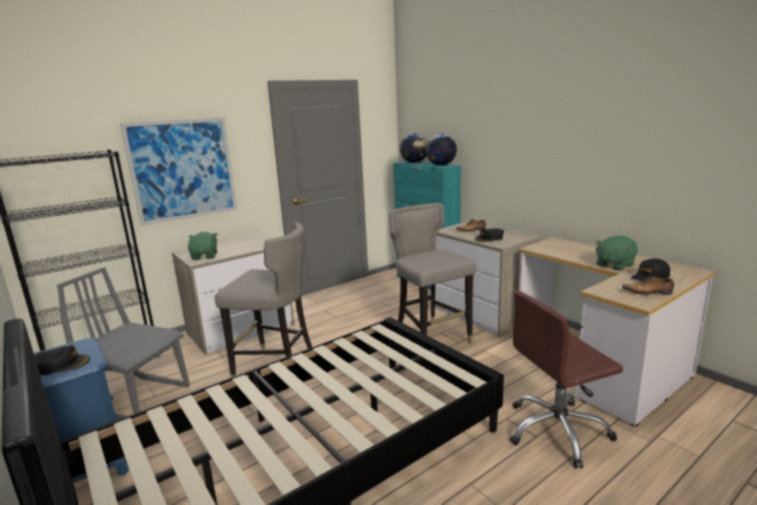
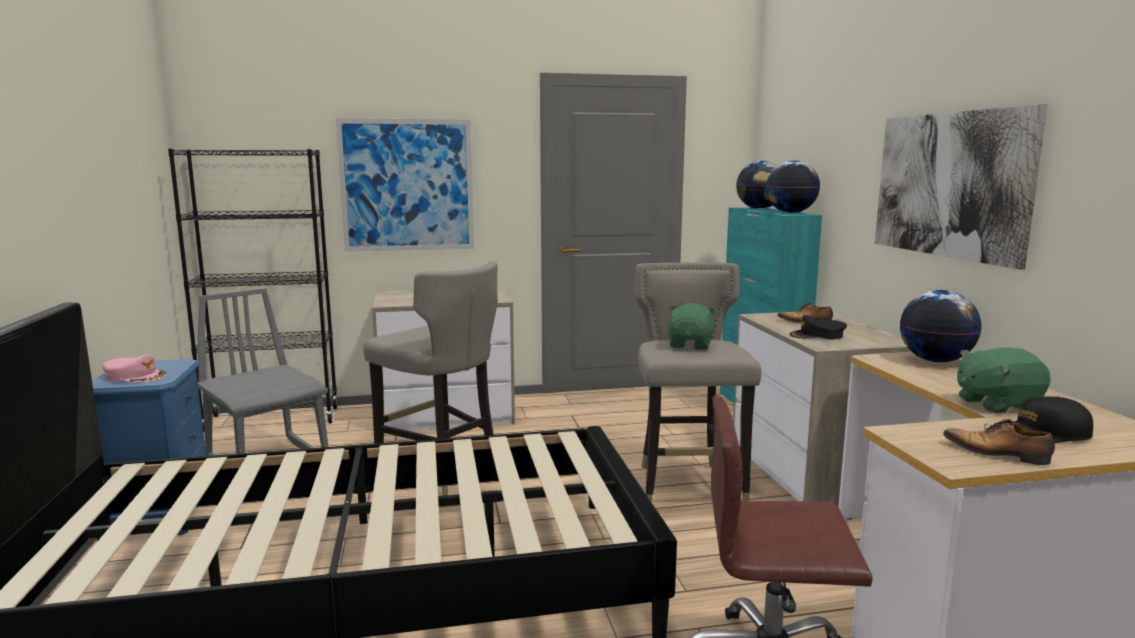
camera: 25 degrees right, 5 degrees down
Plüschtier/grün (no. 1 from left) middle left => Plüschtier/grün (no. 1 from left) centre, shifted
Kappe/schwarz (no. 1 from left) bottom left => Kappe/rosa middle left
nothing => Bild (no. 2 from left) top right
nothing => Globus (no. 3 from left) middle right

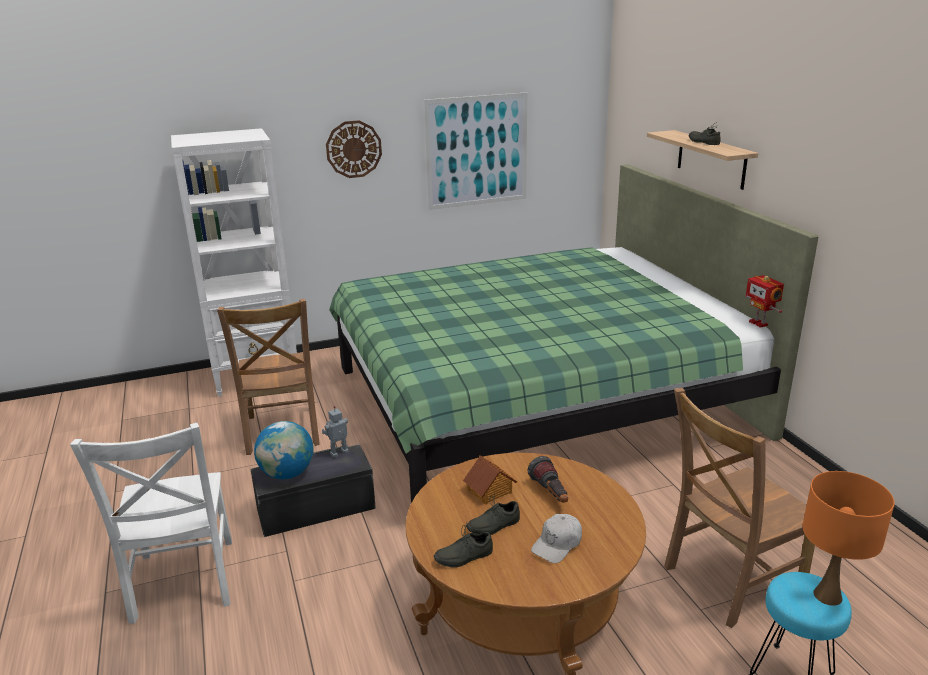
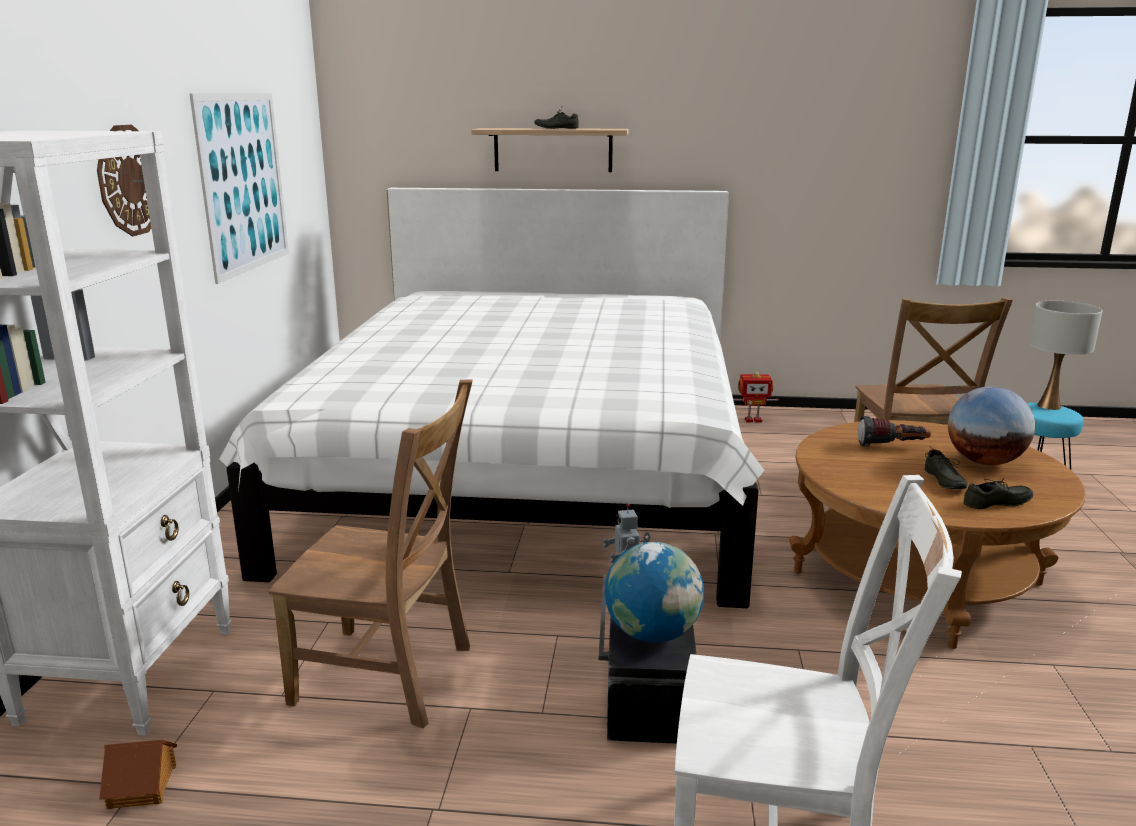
camera: 65 degrees left, 5 degrees down
Bett/grün centre => Bett/weiß centre
Spielzeugroboter (no. 2 from left) middle right => Spielzeugroboter (no. 2 from left) centre, shifted
Spielzeughaus bottom centre => Spielzeughaus bottom left, shifted
Tischlampe/orange bottom right => Tischlampe/weiß middle right
Kappe/weiß bottom centre => Globus (no. 2 from left) middle right
Schuh/grau (no. 1 from left in the first image) bottom centre => Schuh/grau (no. 3 from left) middle right, 105 degrees counterclockwise

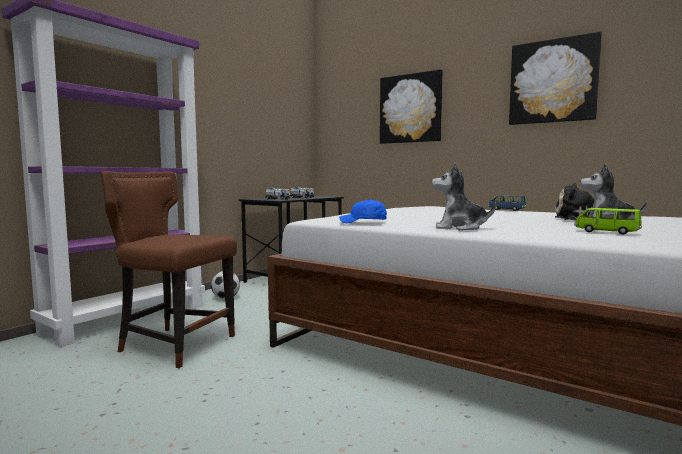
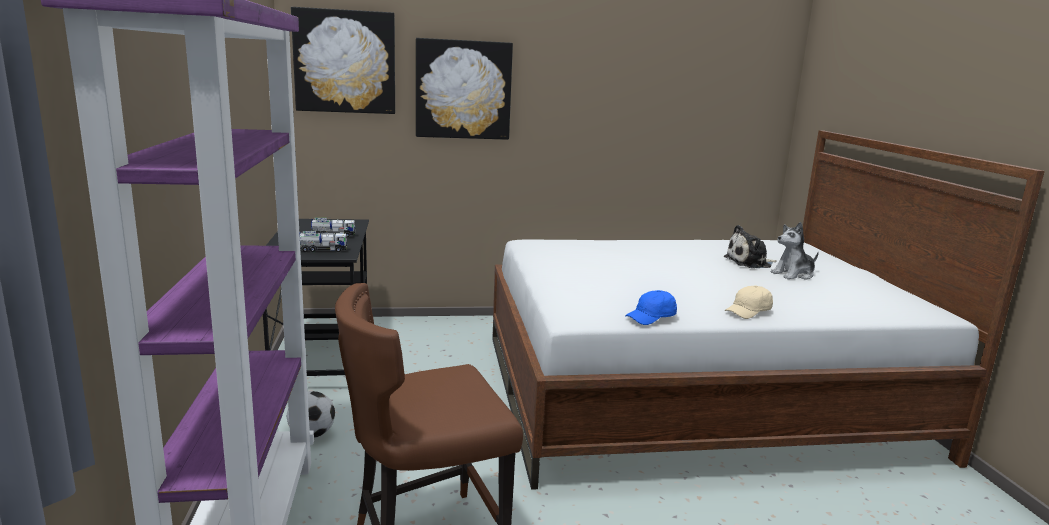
camera: 45 degrees left, 10 degrees up
Bild (no. 2 from left in the first image) top right => Bild (no. 1 from left) top left, shifted
Plüschtier (no. 1 from left) middle right => Kappe/beige middle right
Spielzeugauto/blau middle right => nothing
Spielzeugauto/grün middle right => nothing

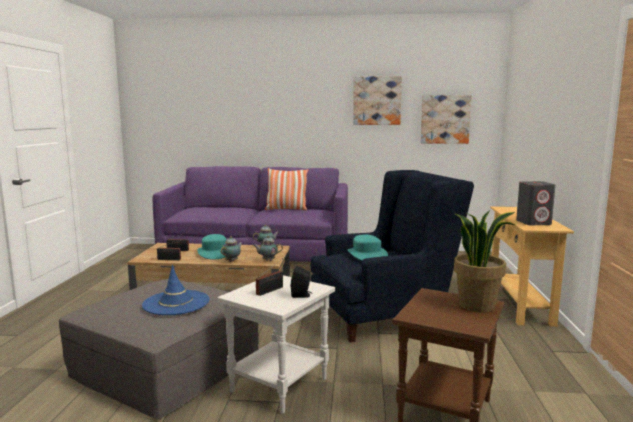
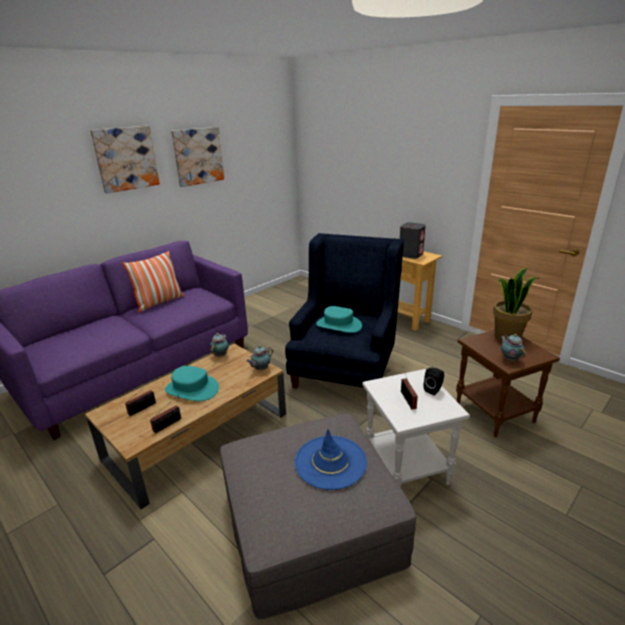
camera: 50 degrees left, 15 degrees up
Bild (no. 2 from left in the first image) top right => Bild (no. 1 from left) top left, shifted
Teekanne (no. 1 from left in the first image) centre => Teekanne (no. 3 from left) middle right, shifted

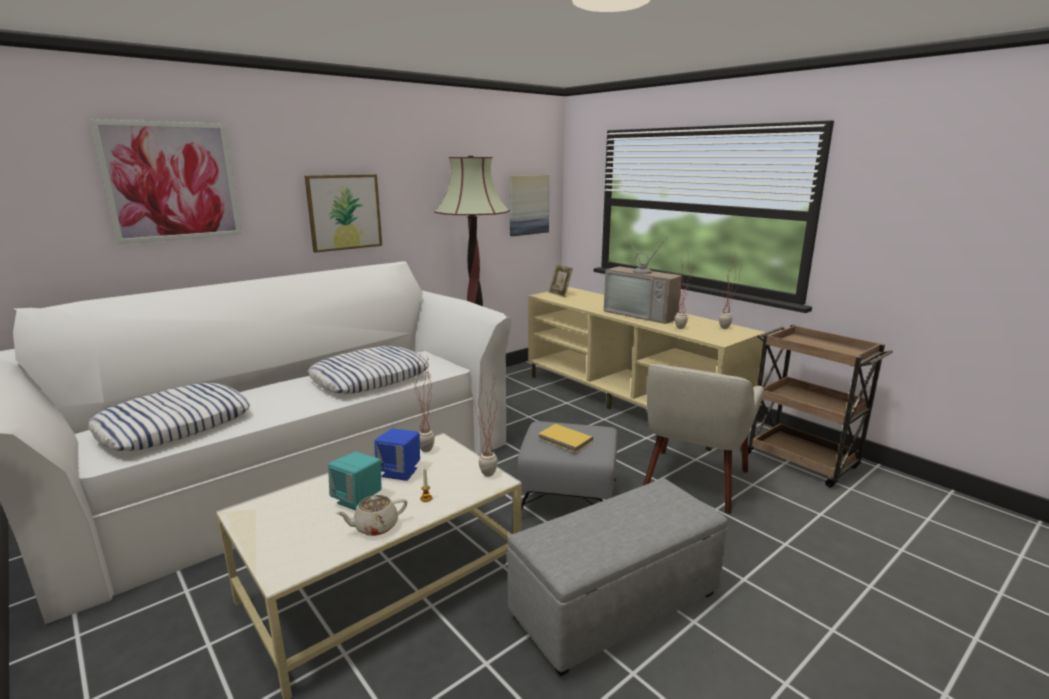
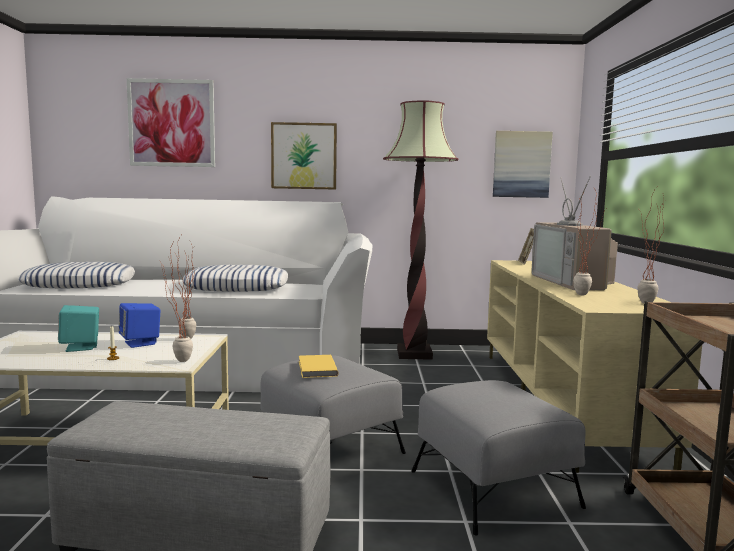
camera: 40 degrees right, 10 degrees down
Sessel/beige middle right => Polsterhocker/grau (no. 3 from left) bottom right
Teekanne/beige bottom centre => nothing

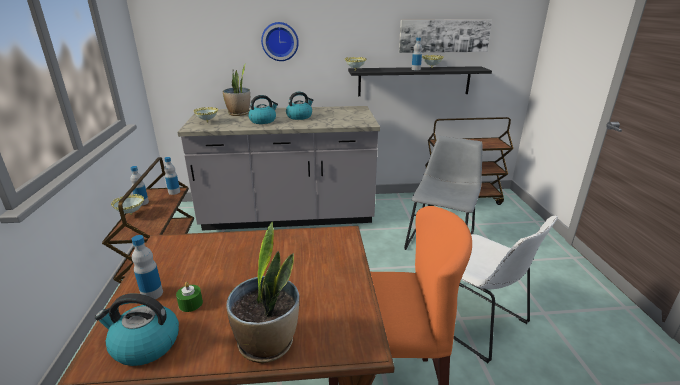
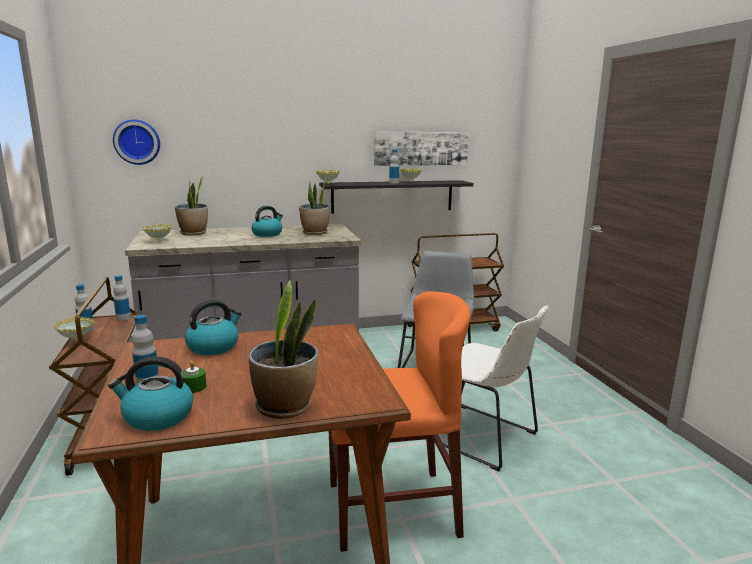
camera: 10 degrees left, 10 degrees down
Wanduhr top centre => Wanduhr top left, shifted
Wasserkessel (no. 2 from left) top centre => Wasserkessel (no. 2 from left) middle left, shifted
nothing => Topfpflanze (no. 3 from left) centre

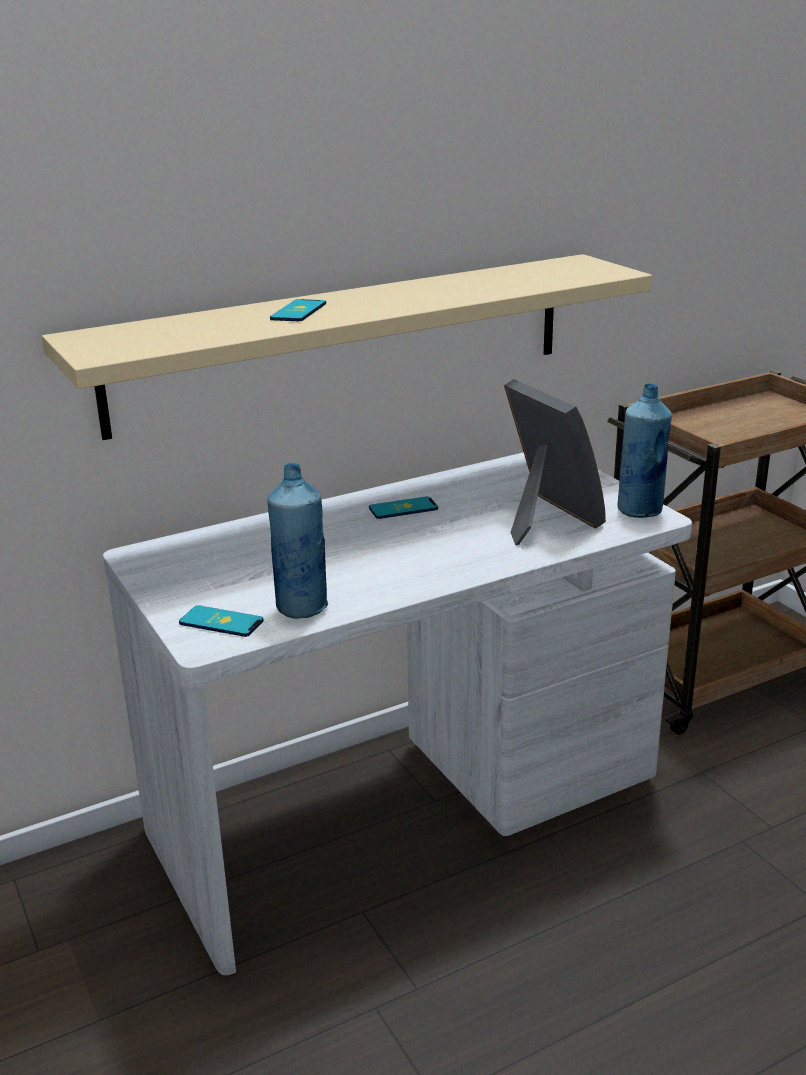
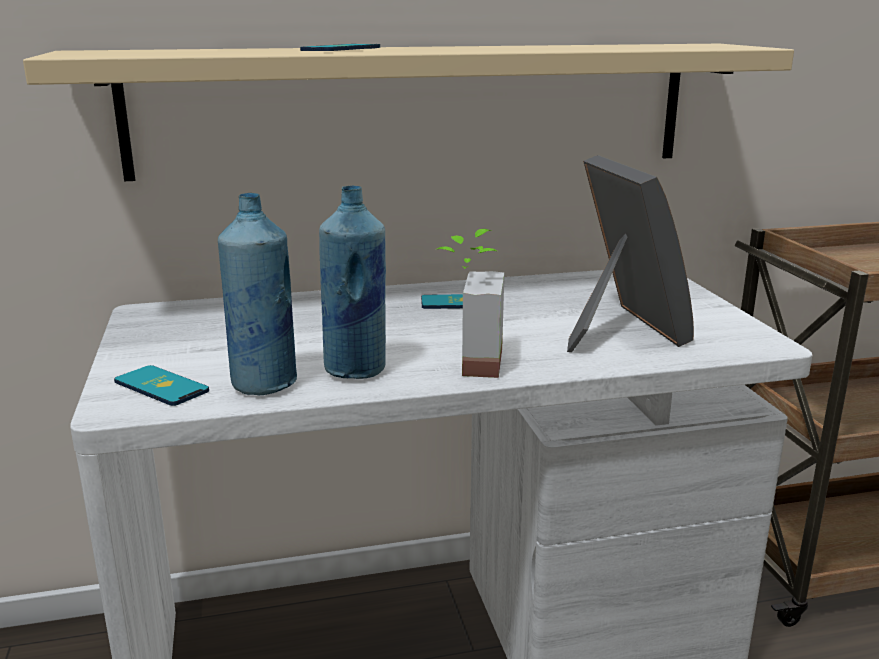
camera: 15 degrees right, 5 degrees down
Flasche/blau (no. 2 from left) middle right => Flasche/blau (no. 2 from left) centre, shifted
nothing => Topfpflanze centre

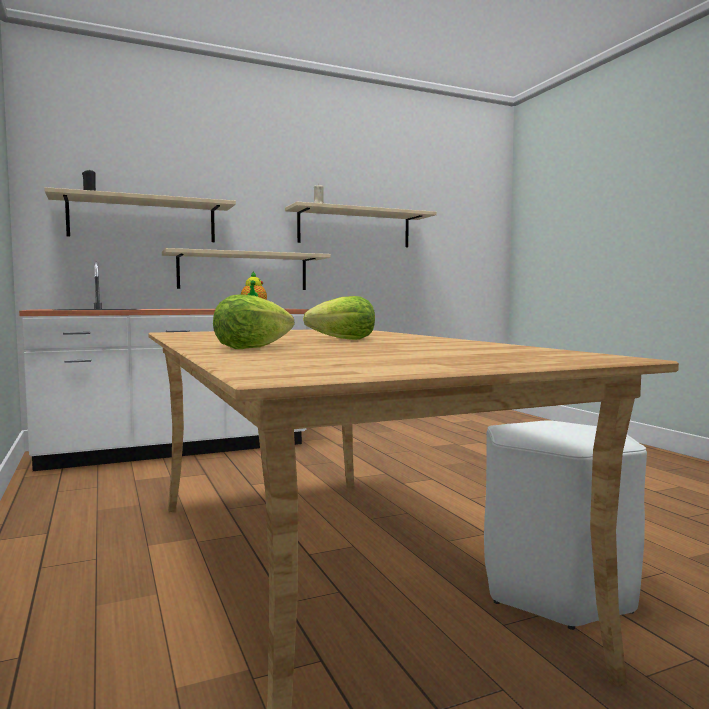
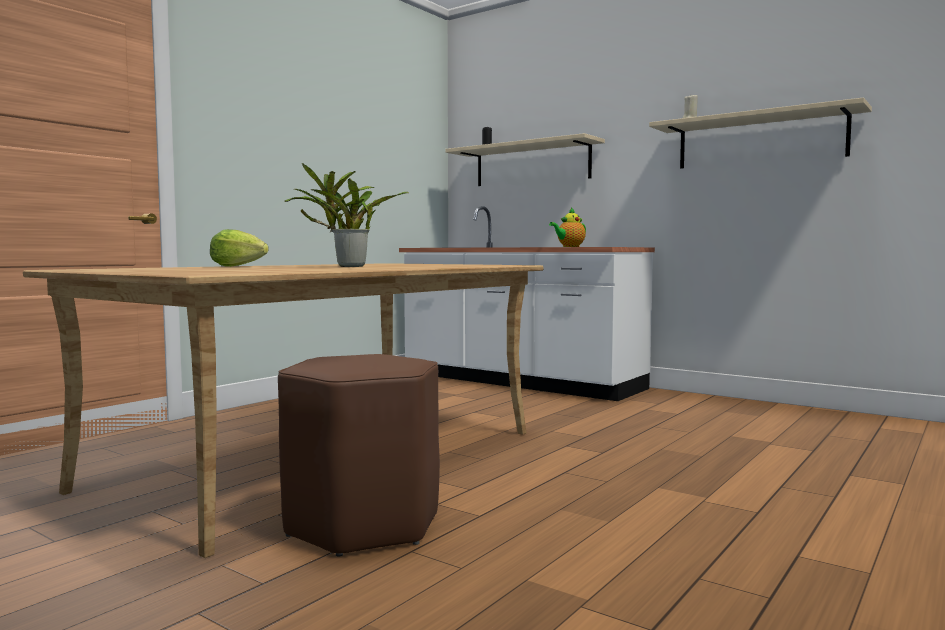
camera: 60 degrees right, 0 degrees up
Wandregal/beige (no. 2 from left) centre => nothing
Salatkopf (no. 2 from left) centre => Topfpflanze centre
Hocker/weiß bottom right => Hocker/braun bottom centre

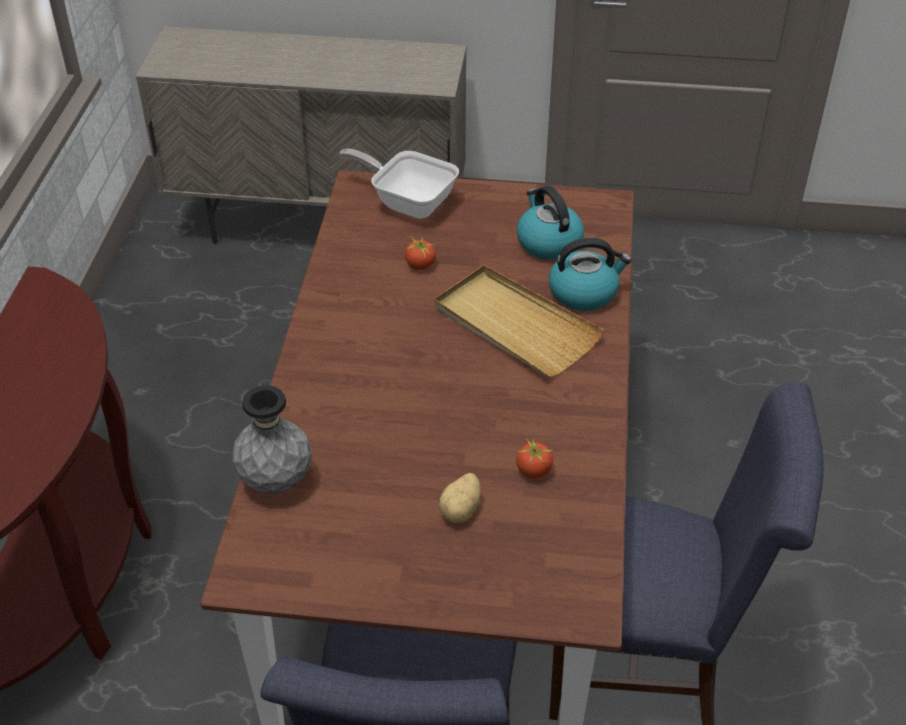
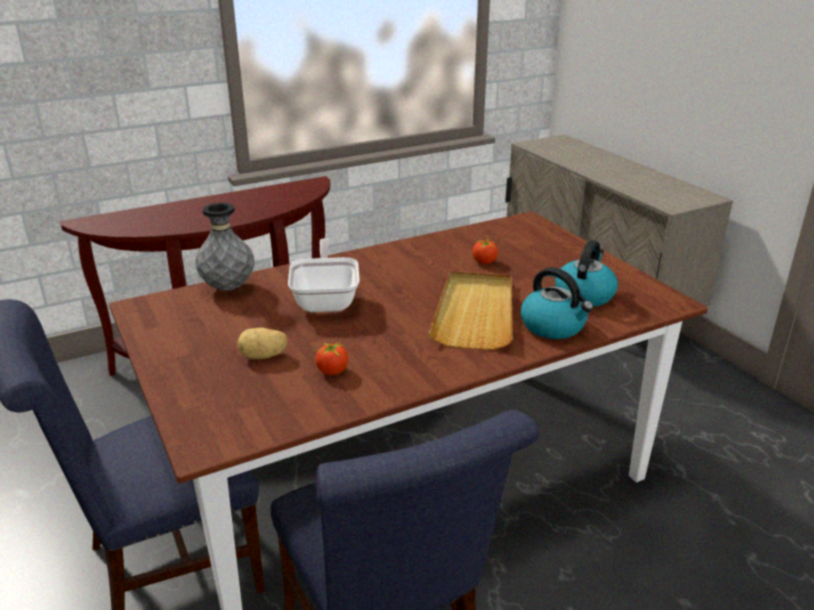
camera: 55 degrees right, 15 degrees down
Pfanne top centre => Pfanne centre, shifted

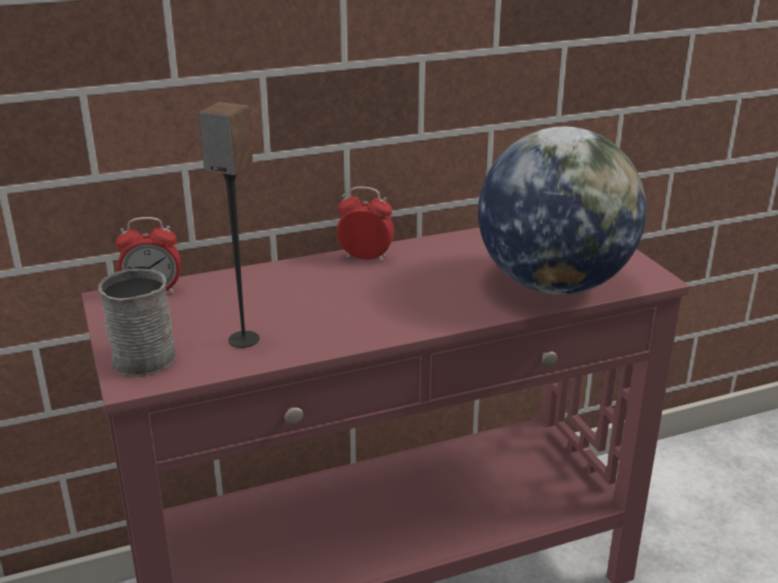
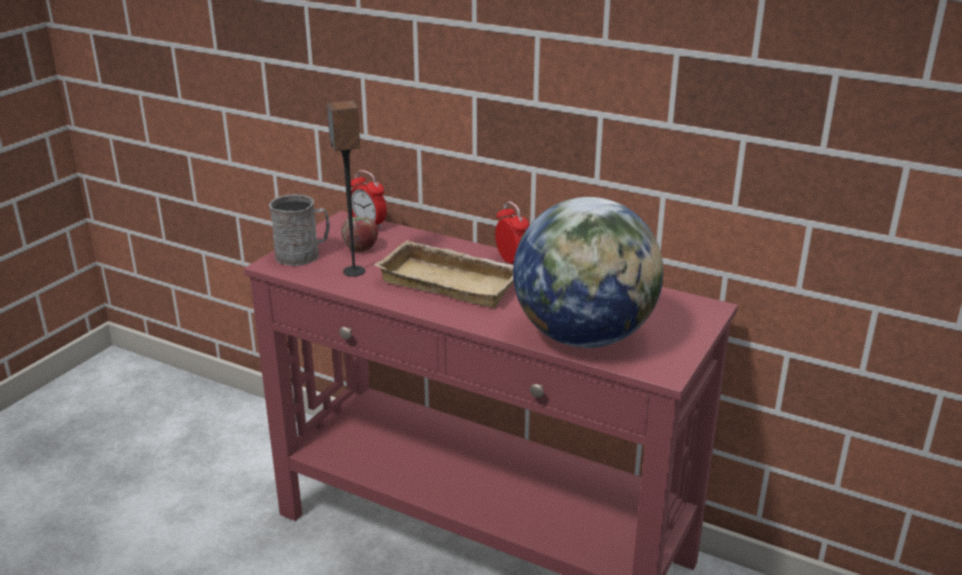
camera: 50 degrees right, 0 degrees up
nothing => Apfel centre
nothing => Tablett/beige centre

